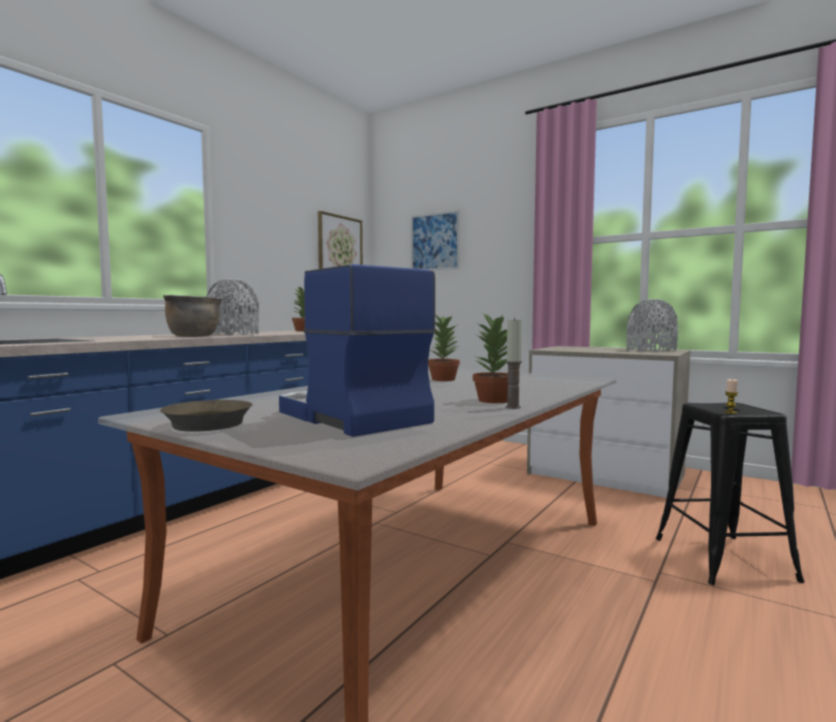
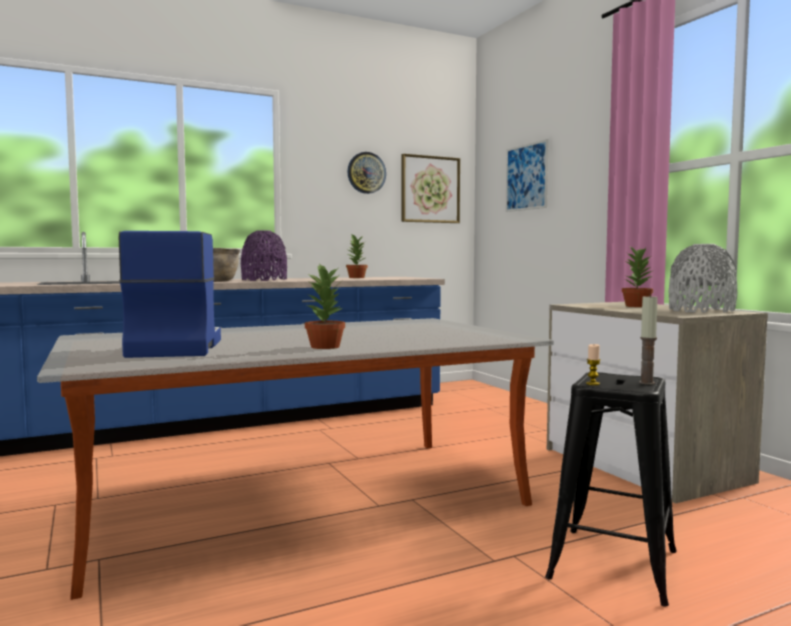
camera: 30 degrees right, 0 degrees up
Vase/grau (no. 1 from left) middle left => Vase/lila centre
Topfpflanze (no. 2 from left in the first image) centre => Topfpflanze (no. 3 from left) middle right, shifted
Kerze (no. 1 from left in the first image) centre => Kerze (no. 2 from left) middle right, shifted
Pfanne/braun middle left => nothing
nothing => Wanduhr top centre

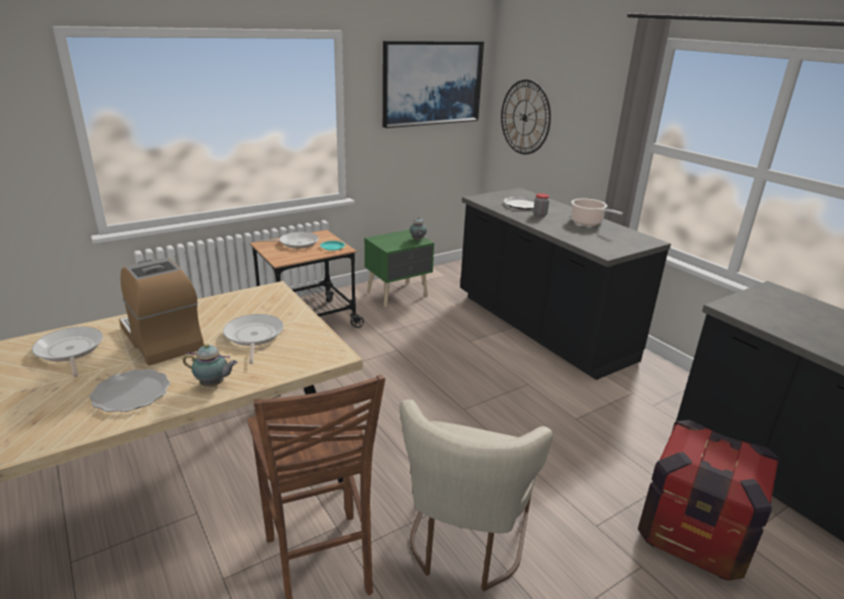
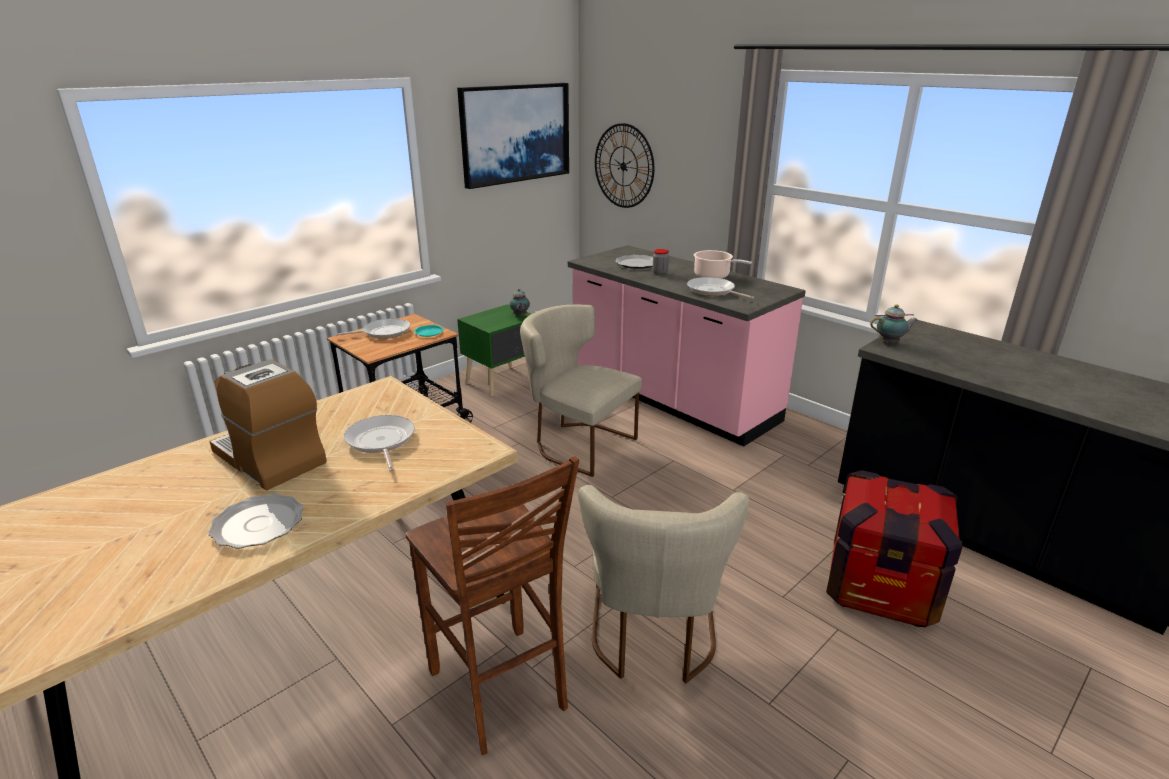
camera: 10 degrees left, 0 degrees up
Küchenzeile/schwarz (no. 1 from left) middle right => Küchenzeile/rosa centre
Pfanne (no. 1 from left in the first image) middle left => Pfanne (no. 3 from left) centre, shifted
Teekanne (no. 1 from left in the first image) middle left => Teekanne (no. 2 from left) middle right, shifted
nothing => Stuhl/beige (no. 1 from left) centre

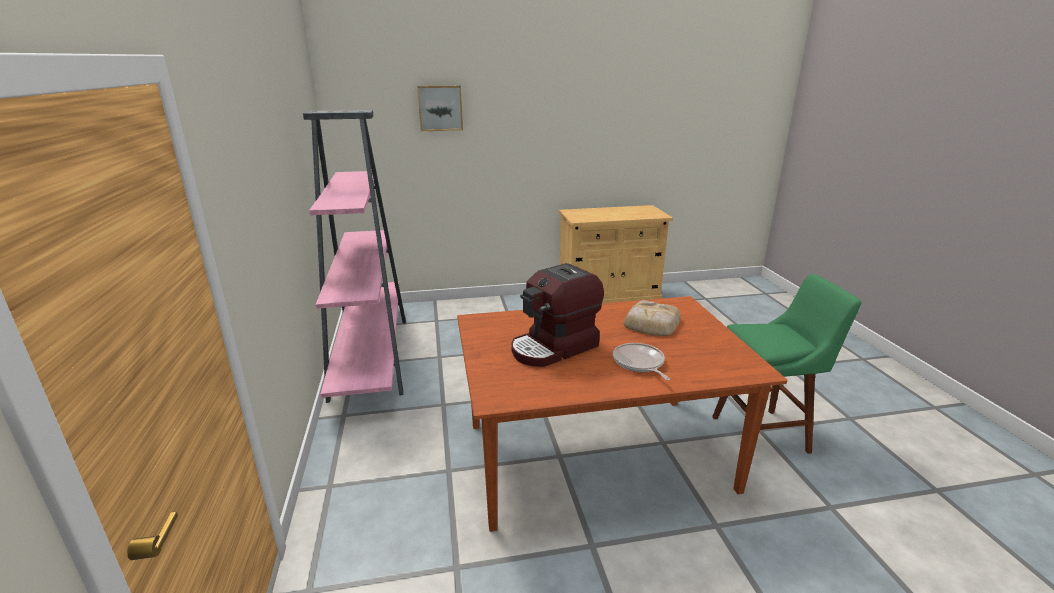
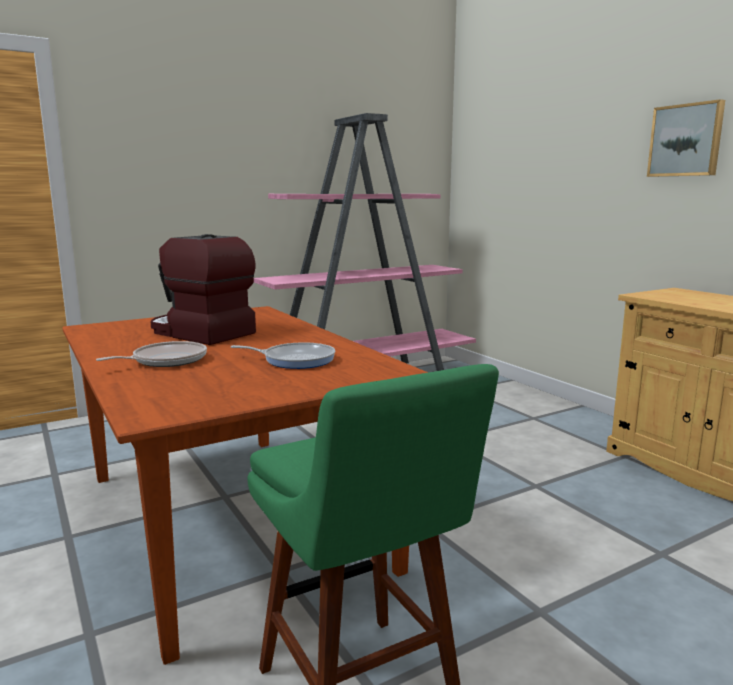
camera: 70 degrees right, 10 degrees down
Bild top centre => Bild top right, shifted
Brot centre => Pfanne (no. 2 from left) centre

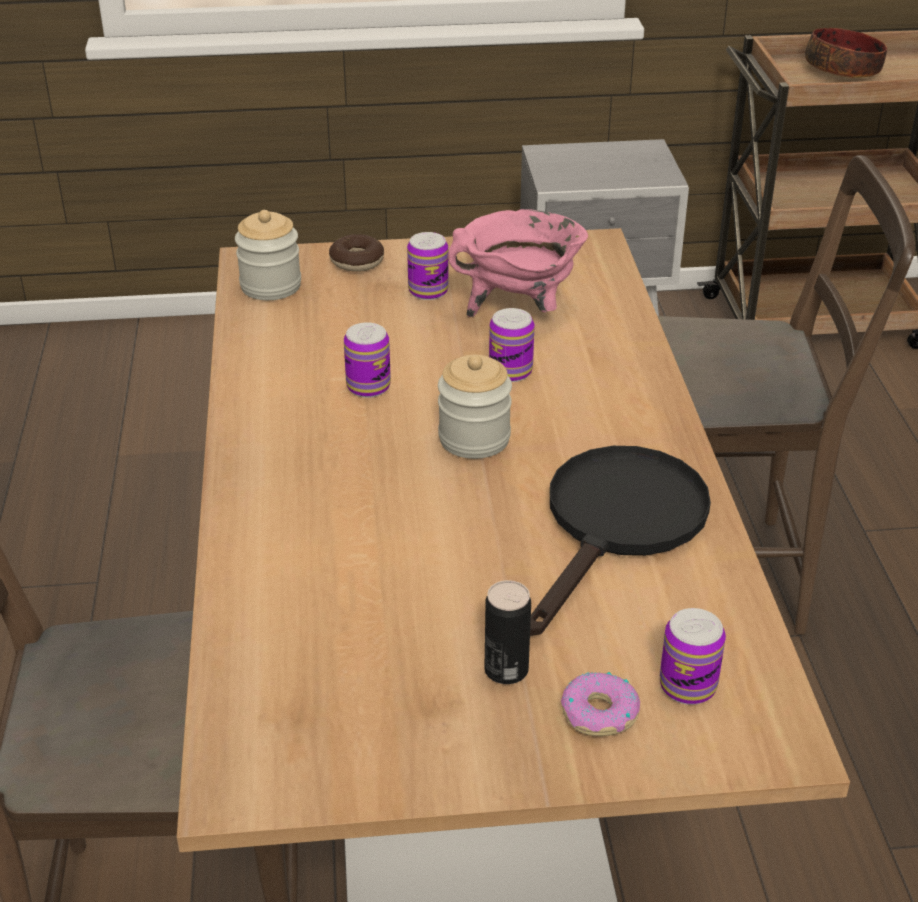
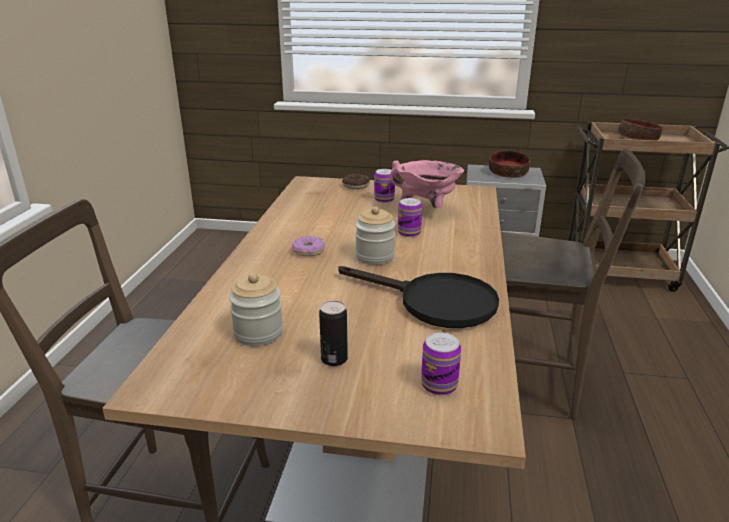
camera: 15 degrees right, 10 degrees down
Vorratsglas (no. 1 from left) top left => Vorratsglas (no. 1 from left) centre, shifted
Dose (no. 1 from left) centre => nothing
Pfanne/schwarz middle right => Pfanne/schwarz centre, 75 degrees clockwise
Donut (no. 2 from left in the first image) bottom centre => Donut (no. 1 from left) centre, shifted
nothing => Schüssel (no. 1 from left) top right

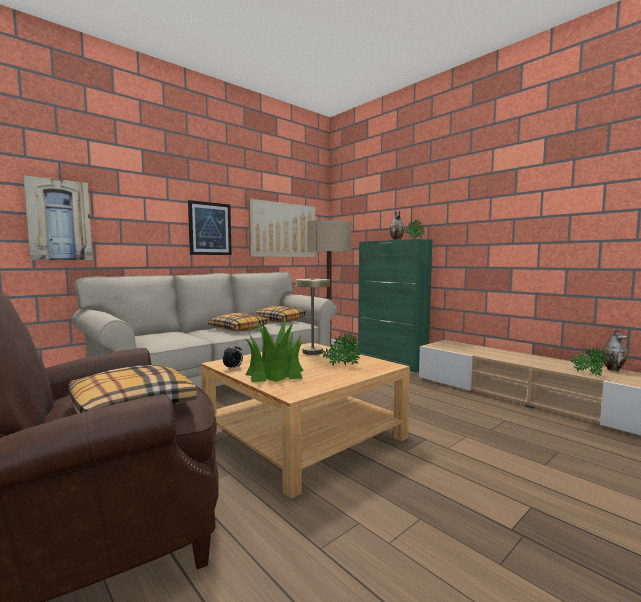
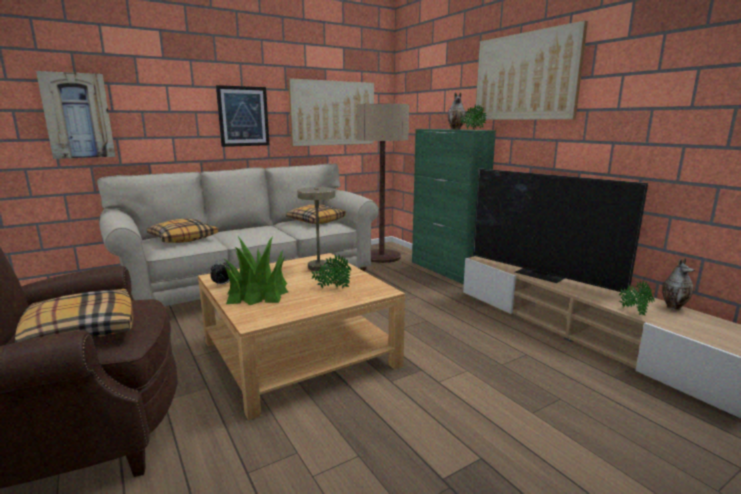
camera: 10 degrees right, 10 degrees up
Kissen (no. 2 from left) centre => Kissen (no. 2 from left) middle left, shifted
nothing => Bild (no. 4 from left) top right
nothing => Fernseher middle right

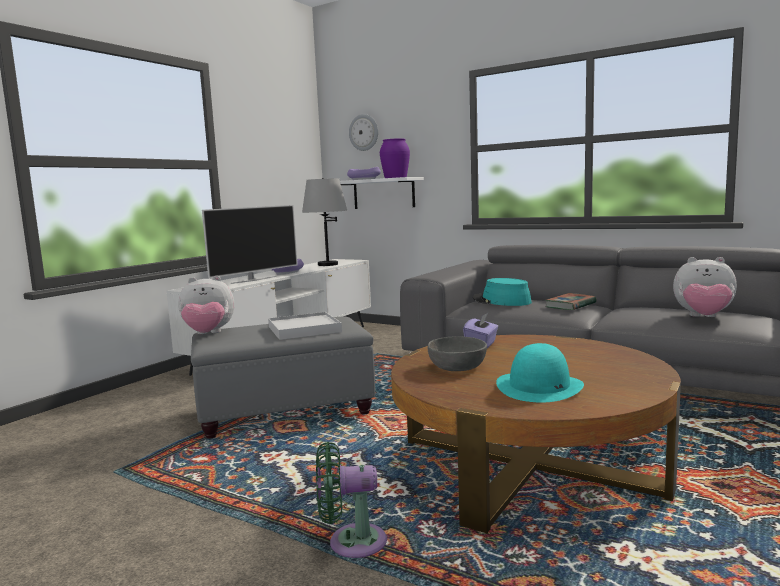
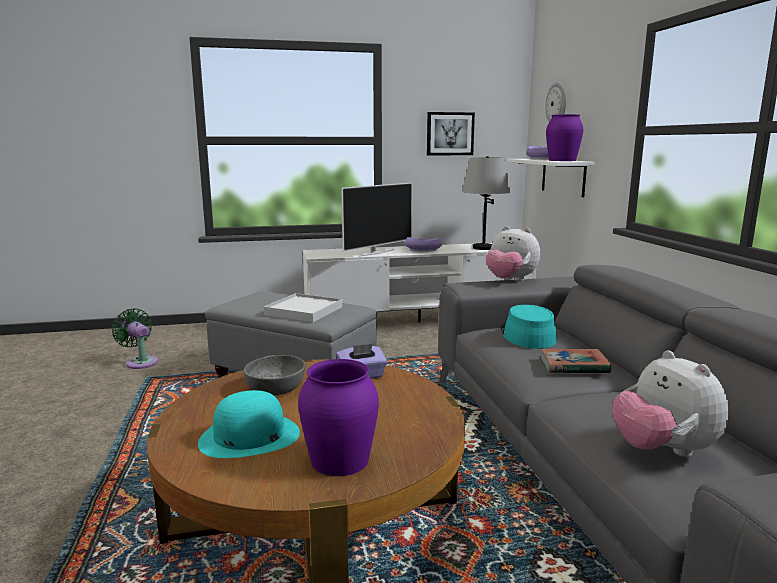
camera: 45 degrees right, 5 degrees up
Fernseher middle left => Fernseher centre, 45 degrees counterclockwise
Plüschtier (no. 1 from left) middle left => Plüschtier (no. 1 from left) centre, shifted
Ventilator/grün bottom centre => Ventilator/grün middle left, shifted
nothing => Bild top centre
nothing => Vase/lila (no. 1 from left) bottom centre

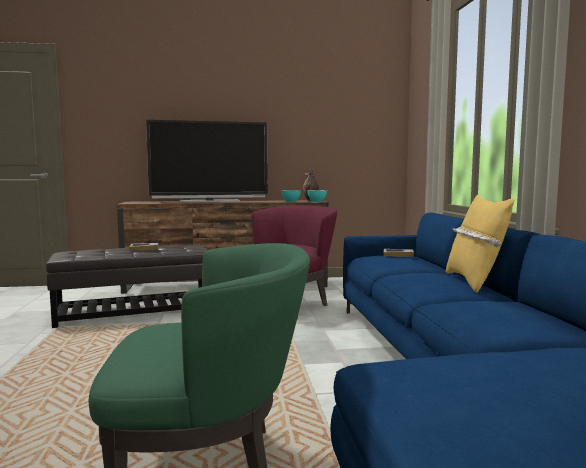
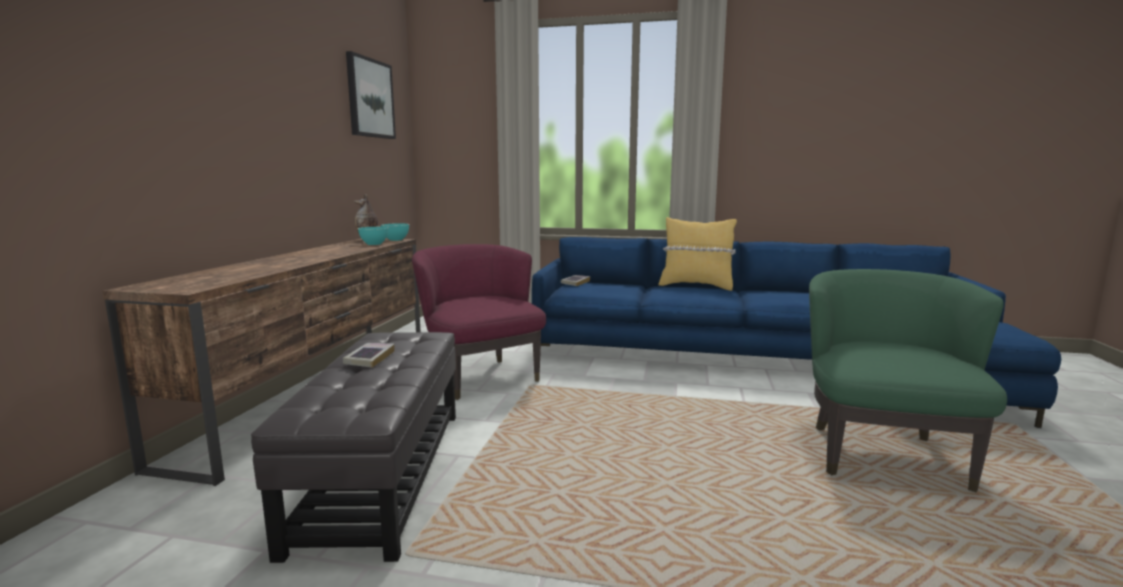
camera: 70 degrees left, 5 degrees up
Fernseher centre => nothing
nothing => Bild top left

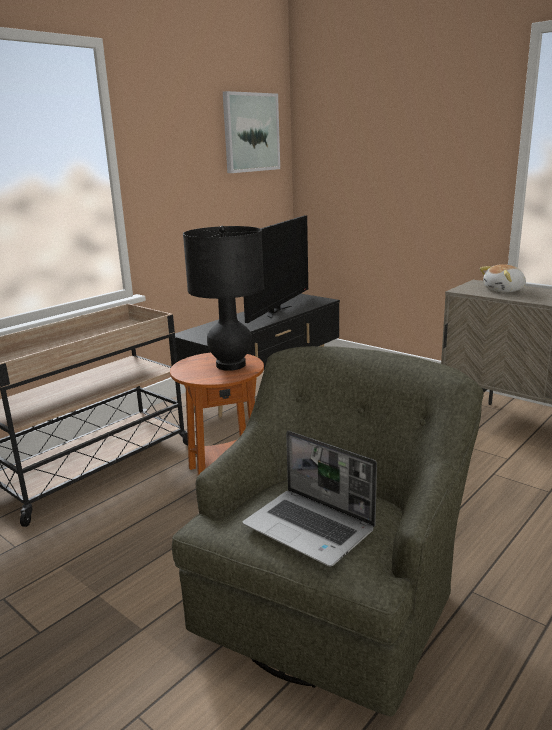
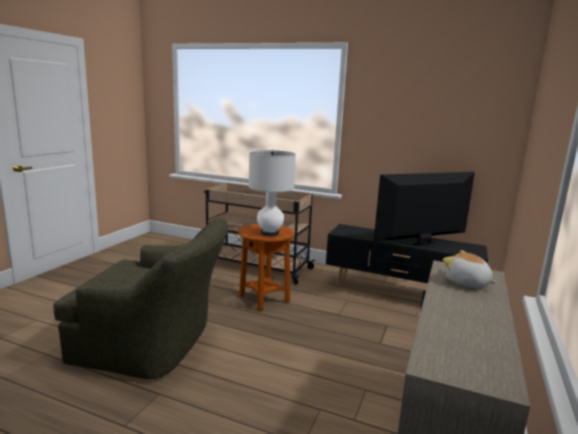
camera: 70 degrees right, 5 degrees down
Bild top centre => nothing
Fernseher centre => Fernseher middle right, 150 degrees clockwise
Tischlampe/schwarz centre => Tischlampe/weiß centre
Laptop bottom centre => nothing

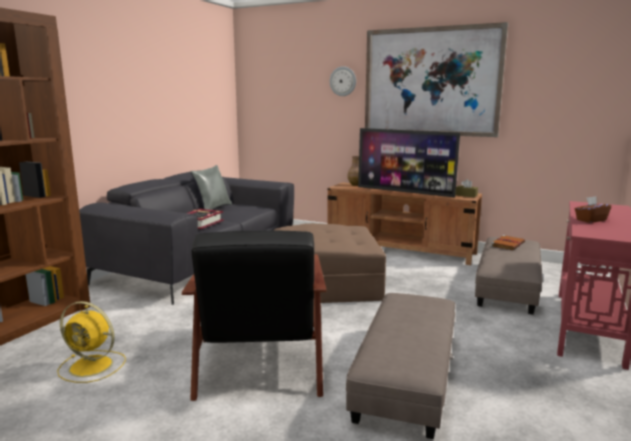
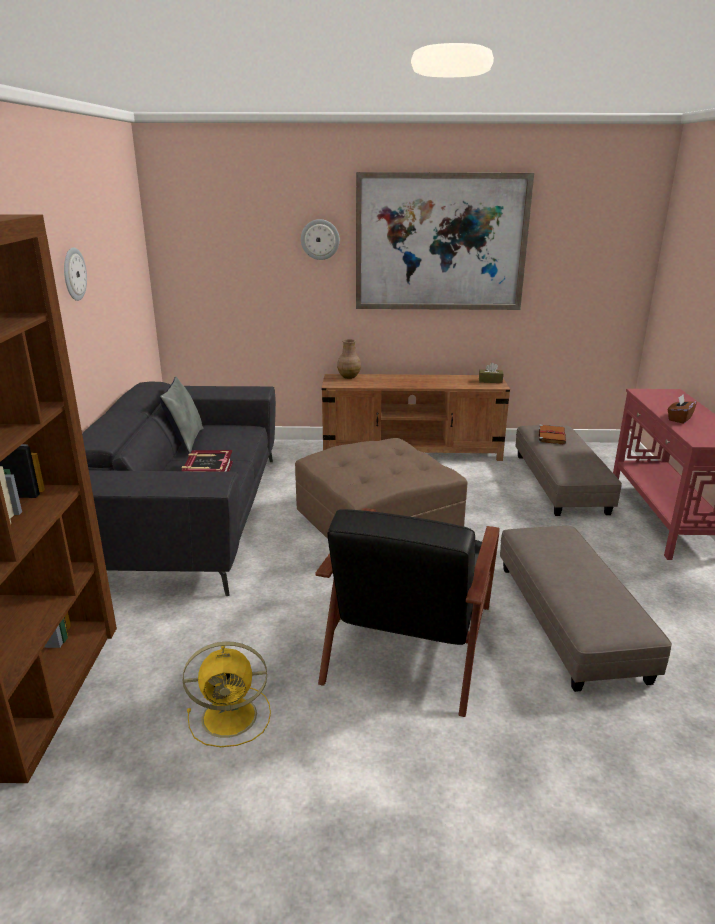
camera: 25 degrees left, 10 degrees up
Fernseher centre => nothing
Sessel/schwarz bottom centre => Sessel/schwarz centre, 45 degrees clockwise
nothing => Wanduhr (no. 1 from left) top left

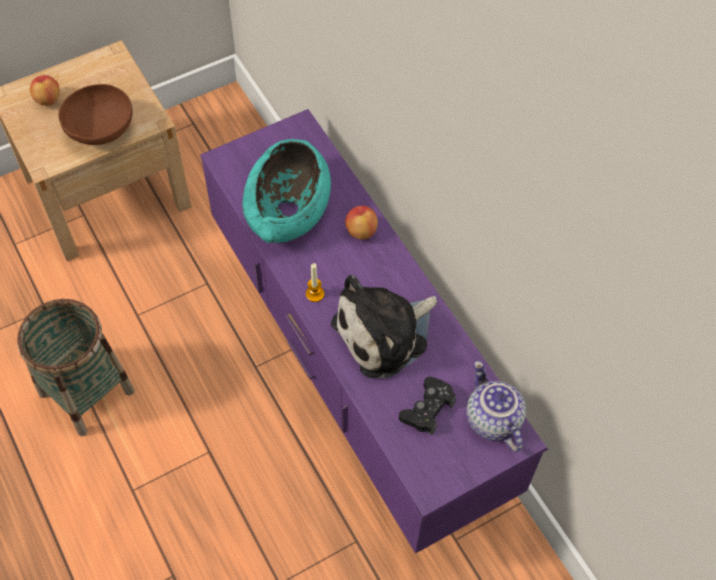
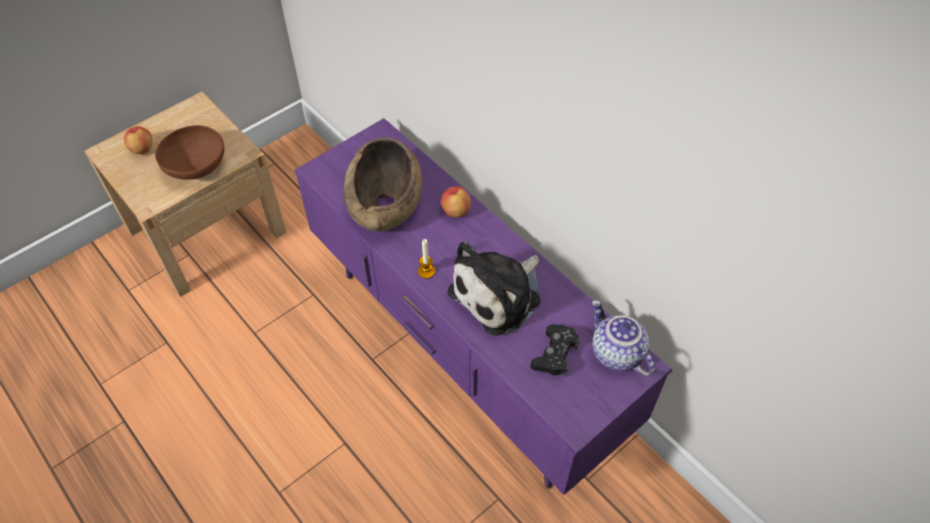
camera: 10 degrees left, 5 degrees down
Schüssel/türkis top centre => Schüssel/braun (no. 2 from left) centre
Korb middle left => nothing

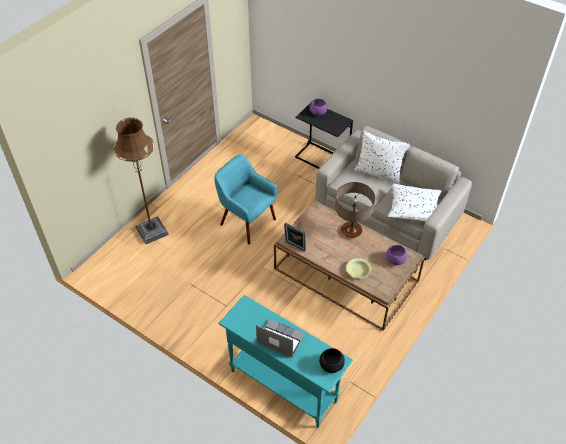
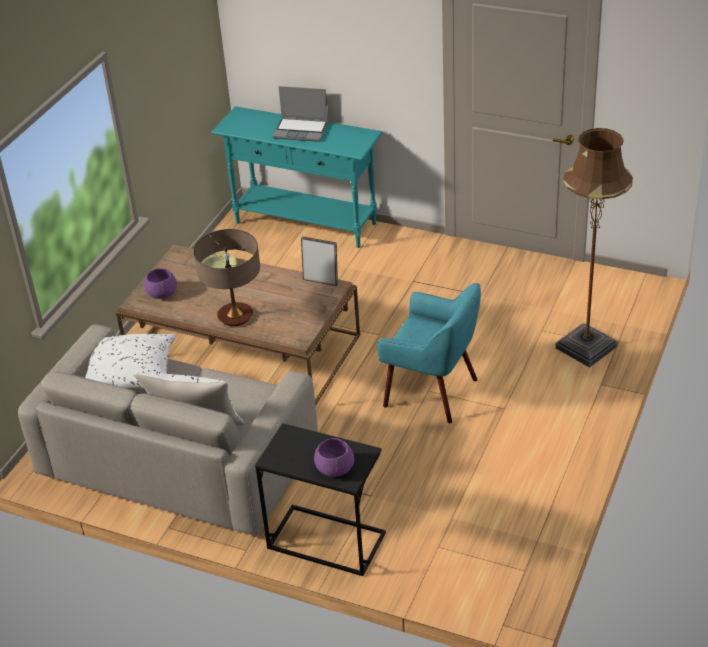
camera: 170 degrees right, 10 degrees down
Schüssel/schwarz bottom centre => nothing

